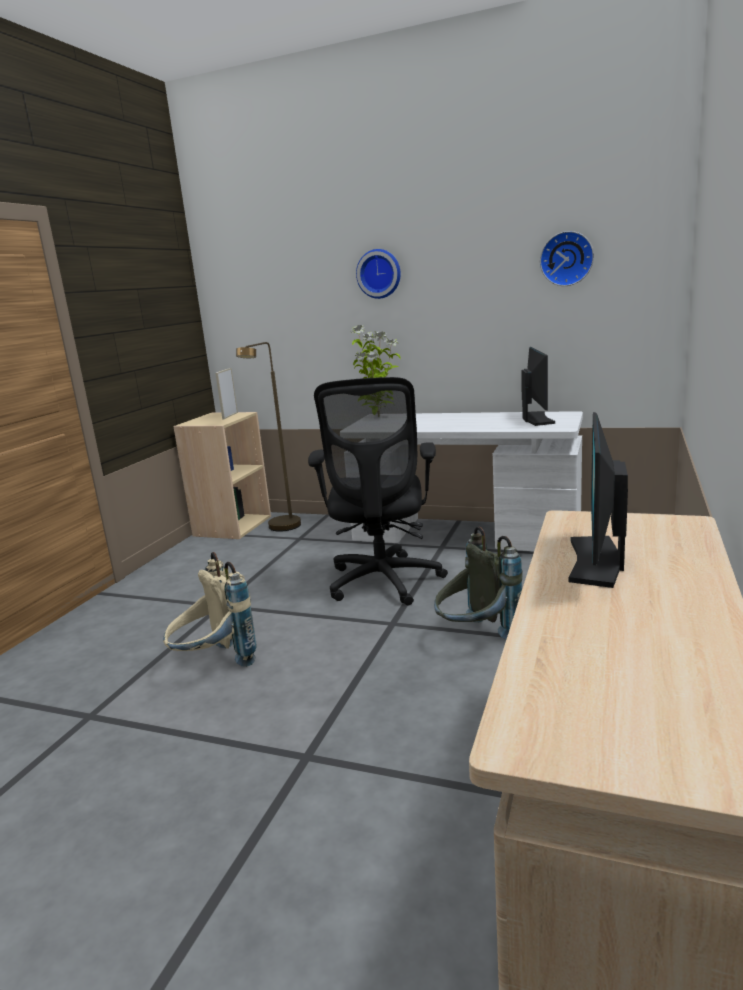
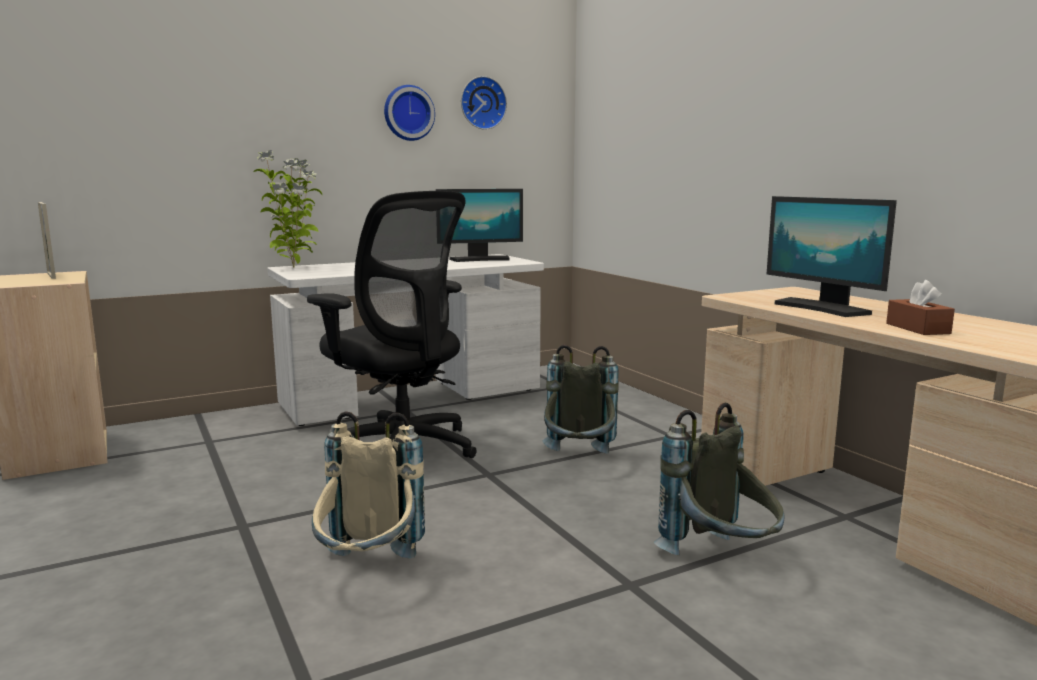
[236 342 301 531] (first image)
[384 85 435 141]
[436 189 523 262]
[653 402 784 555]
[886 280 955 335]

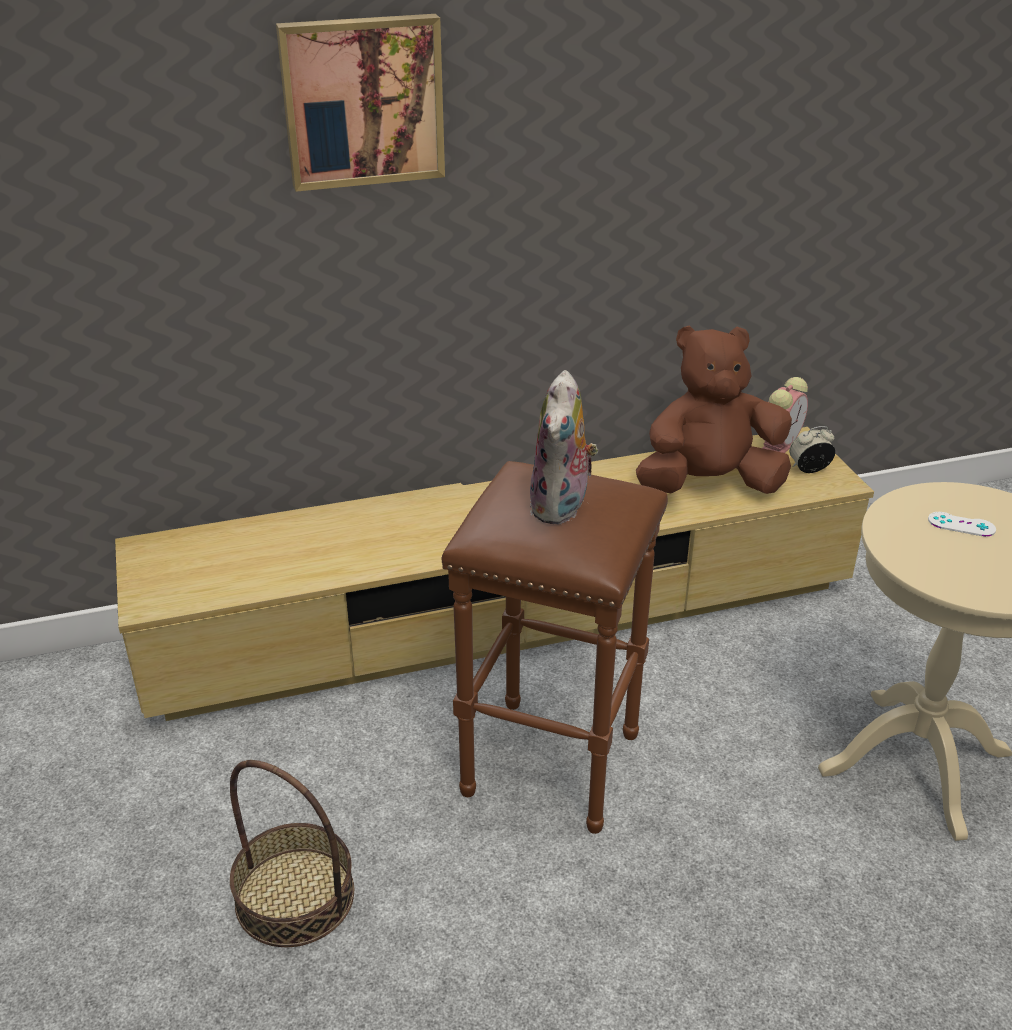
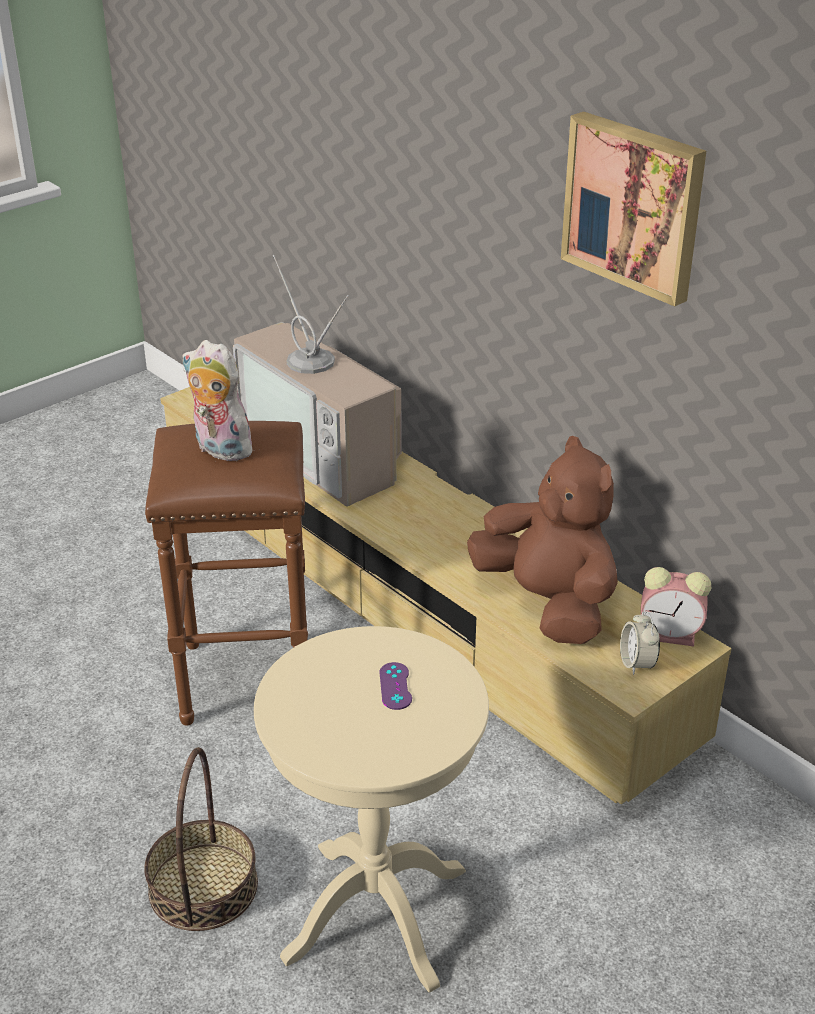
[144 747 258 931]
[561 112 706 306]
[182 340 257 461]
[620 611 660 675]
[379 662 412 710]
[233 255 401 506]

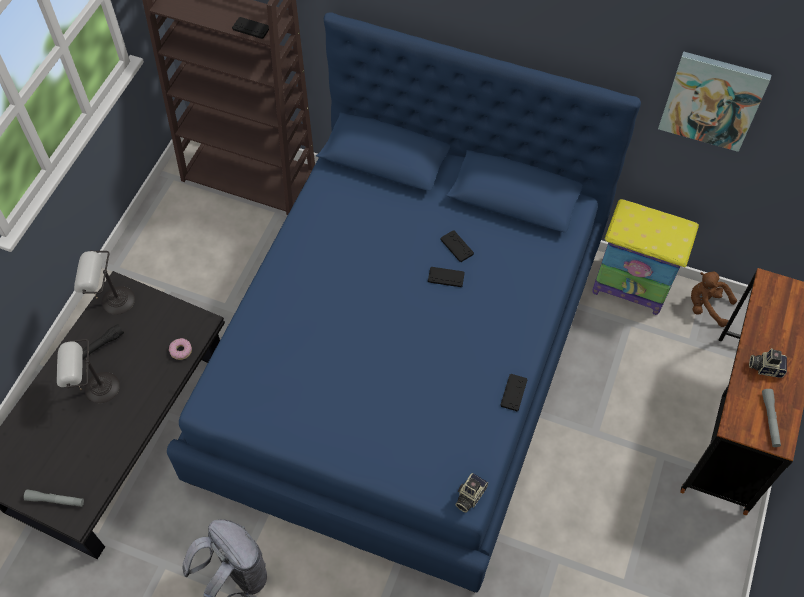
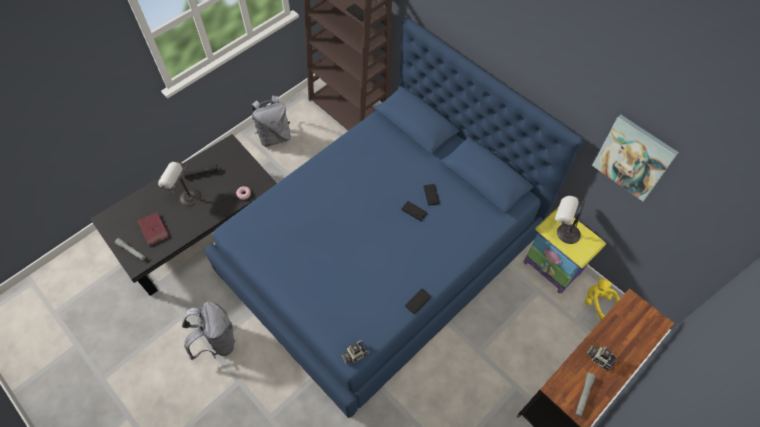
[555 196 585 244]
[585 277 619 320]
[138 212 169 246]
[252 96 291 147]

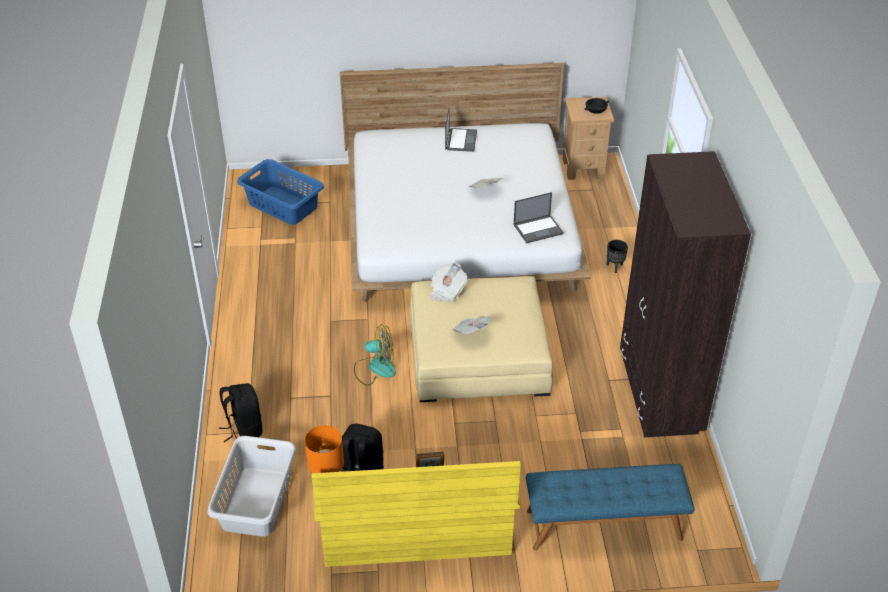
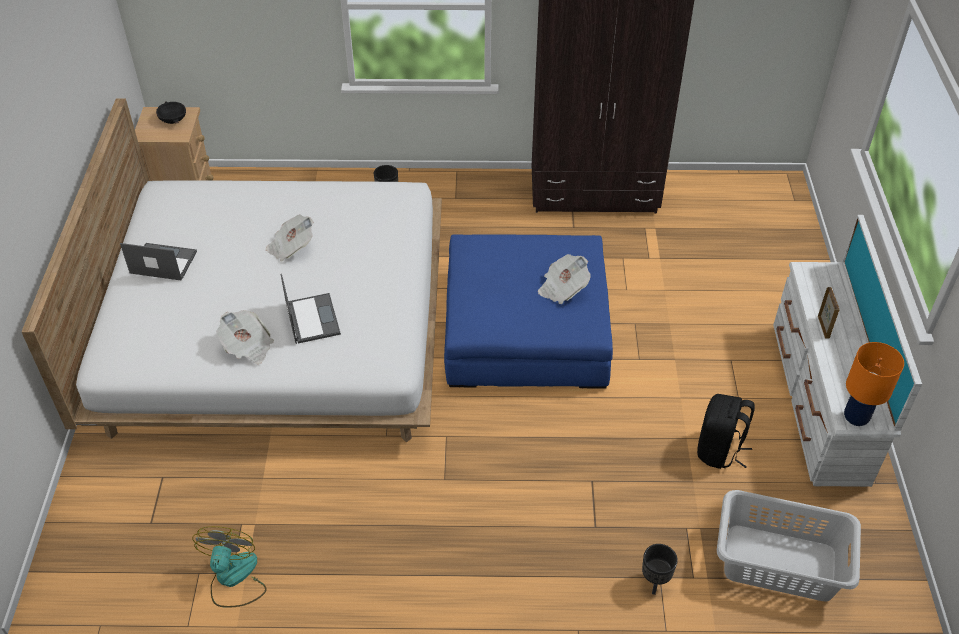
[642 544 678 595]
[237 159 324 225] (first image)
[773 215 922 487]
[192 526 267 608]
[444 234 613 389]
[216 310 274 364]
[281 274 341 344]
[526 464 695 550] (first image)

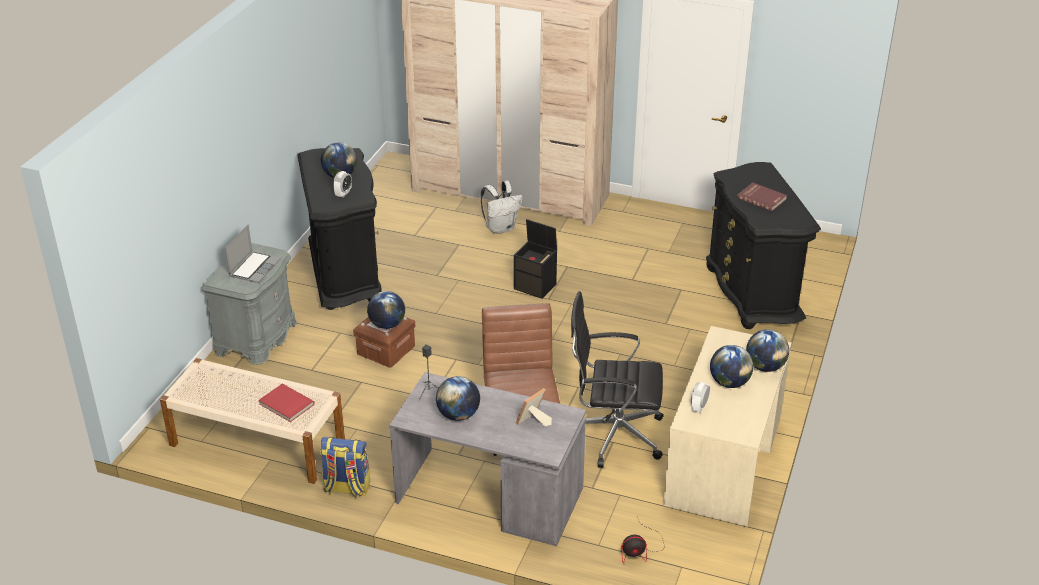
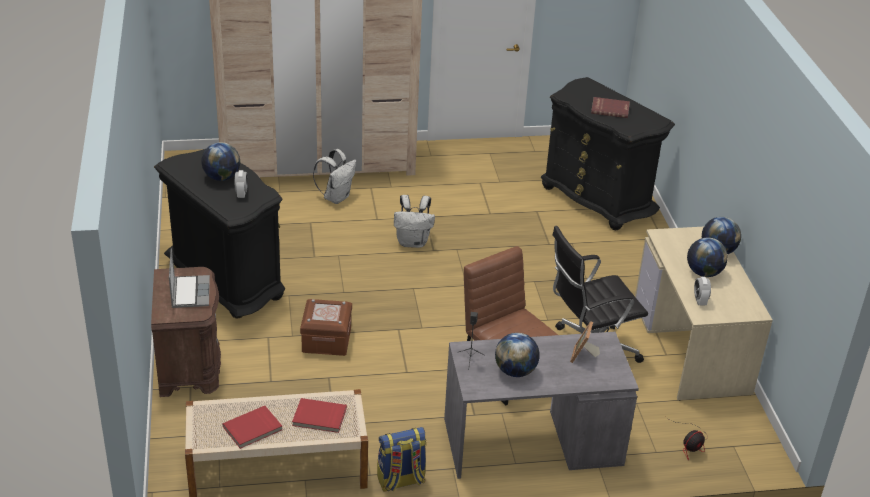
[151 267 221 397]
[367 291 405 329] (first image)
[394 195 435 248]
[222 406 282 449]

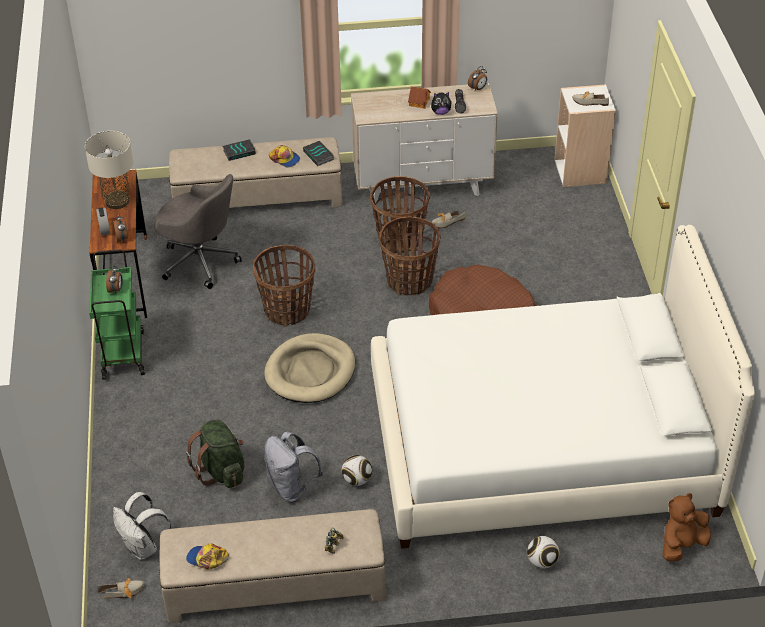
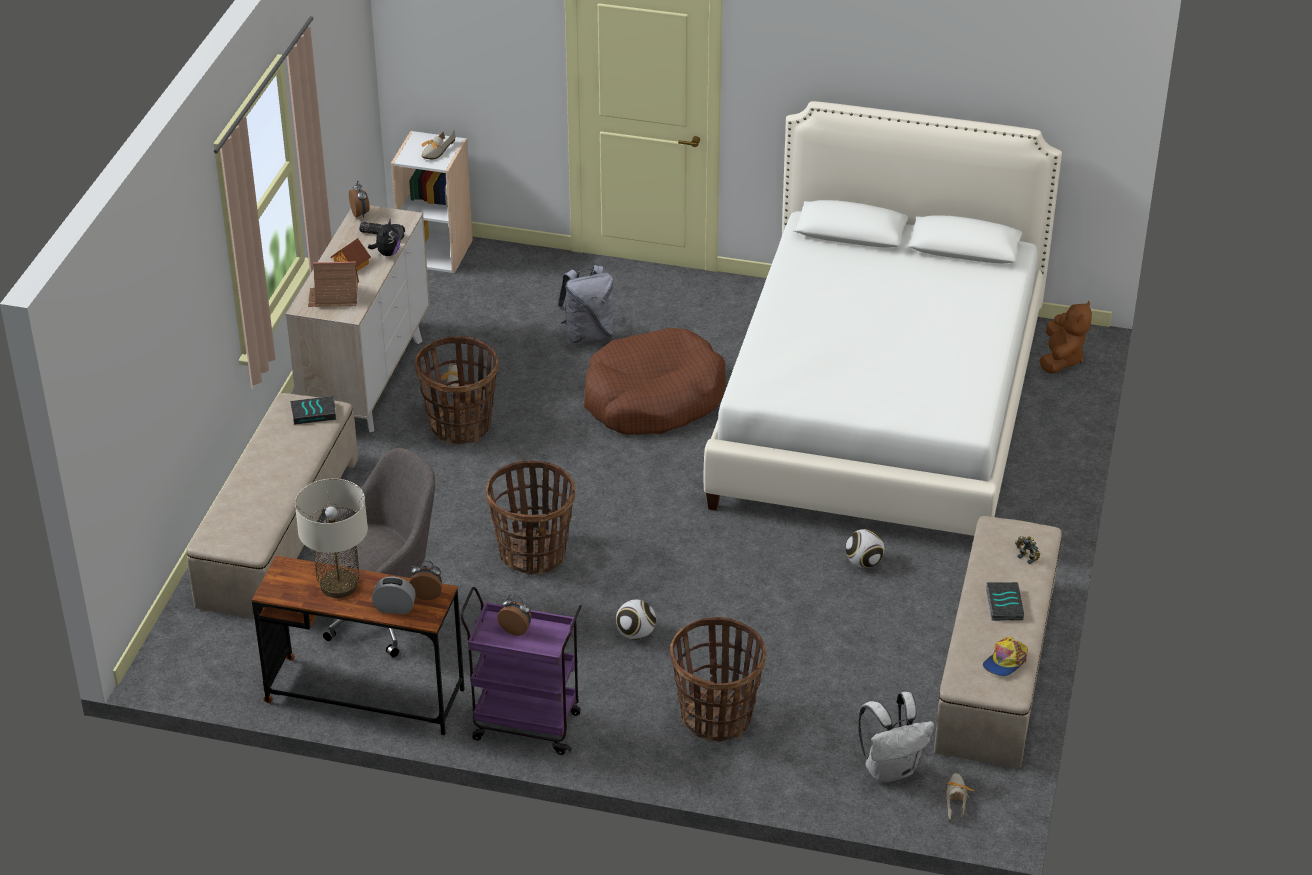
[461 587 582 755]
[186 420 244 488] (first image)
[986 582 1024 621]
[264 333 355 403] (first image)
[557 265 614 343]
[269 145 300 168] (first image)
[670 617 766 742]
[616 599 656 640]
[1039 301 1092 374]
[308 261 359 307]

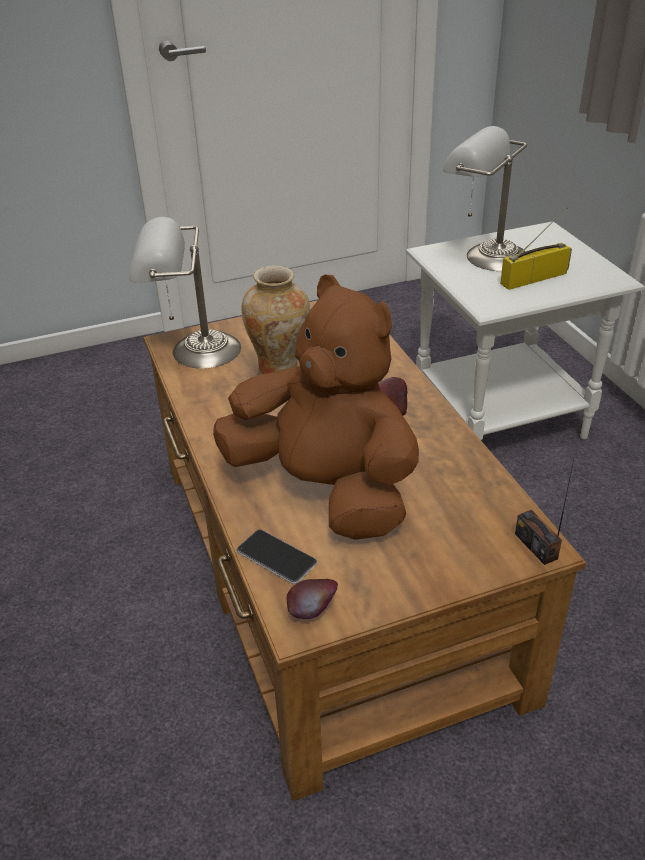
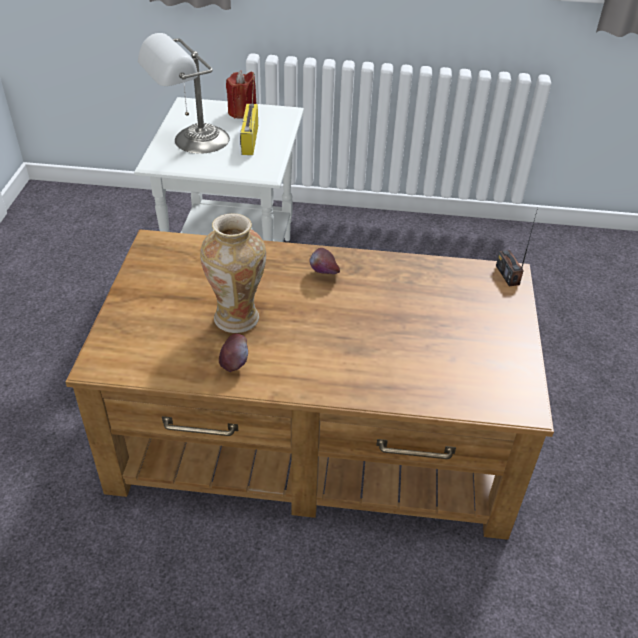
[129 217 241 369] (first image)
[213 275 419 540] (first image)
[237 530 317 584] (first image)
[219 334 248 372]
[496 208 538 286]
[226 71 257 119]

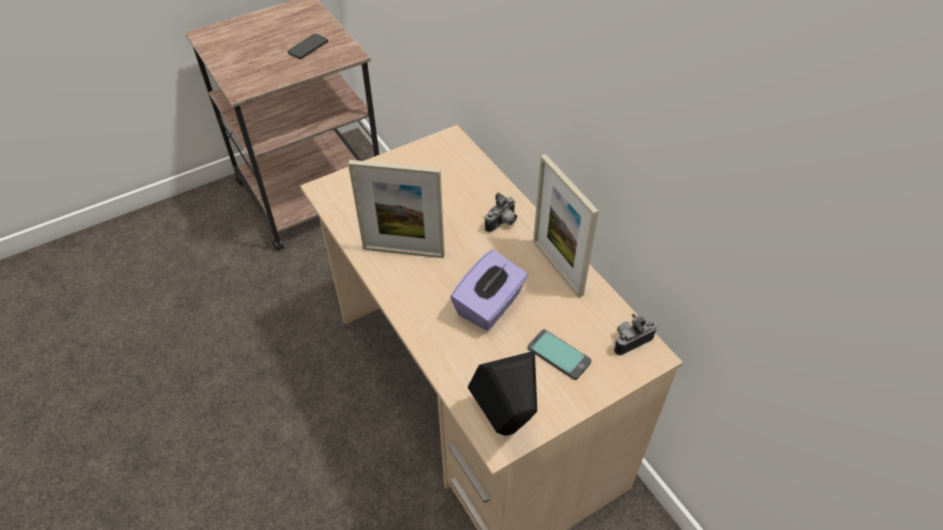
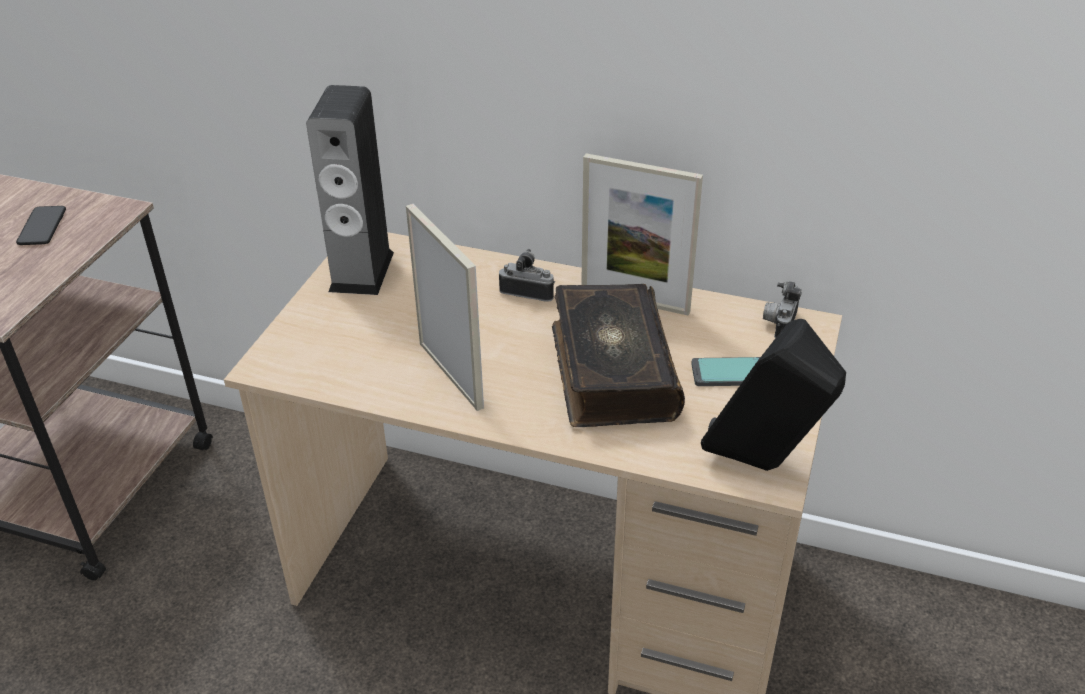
[406 204 484 411]
[552 284 685 427]
[499 249 555 302]
[306 85 394 295]

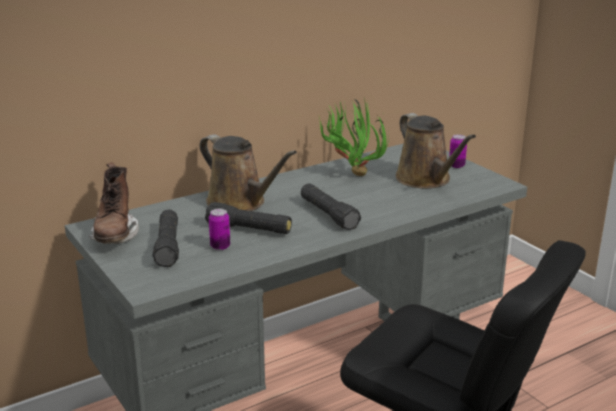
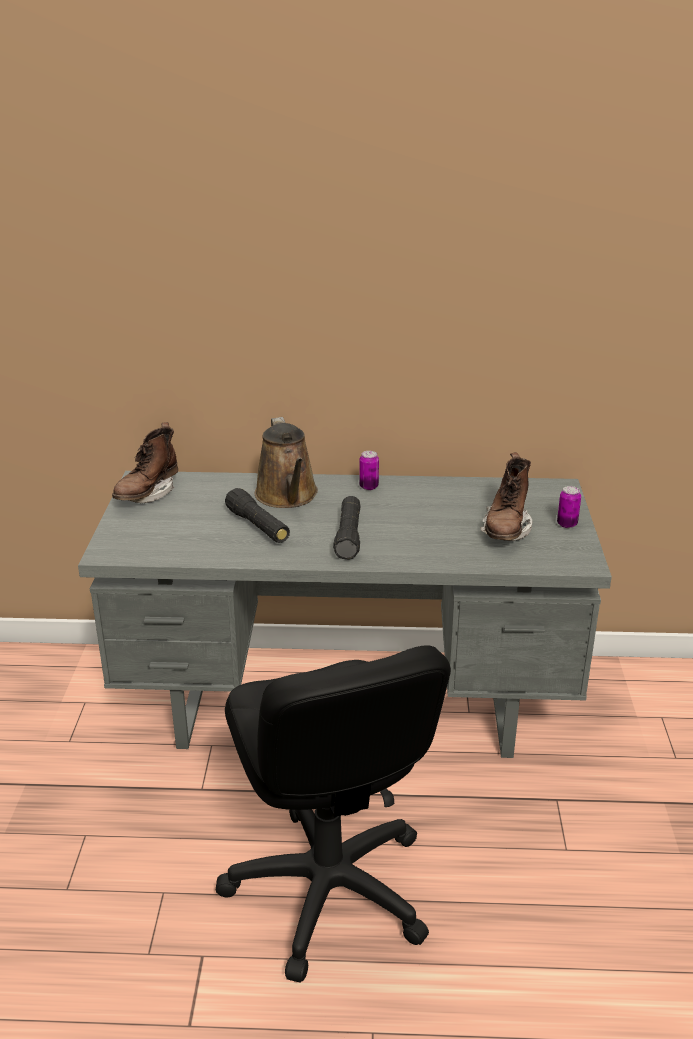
[152 209 179 267] (first image)
[359 451 379 490]
[319 99 389 176] (first image)
[480 452 532 541]

